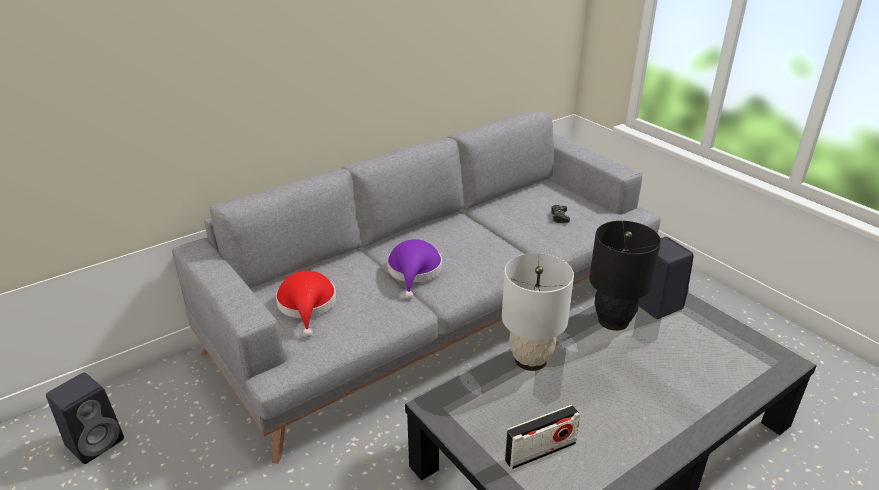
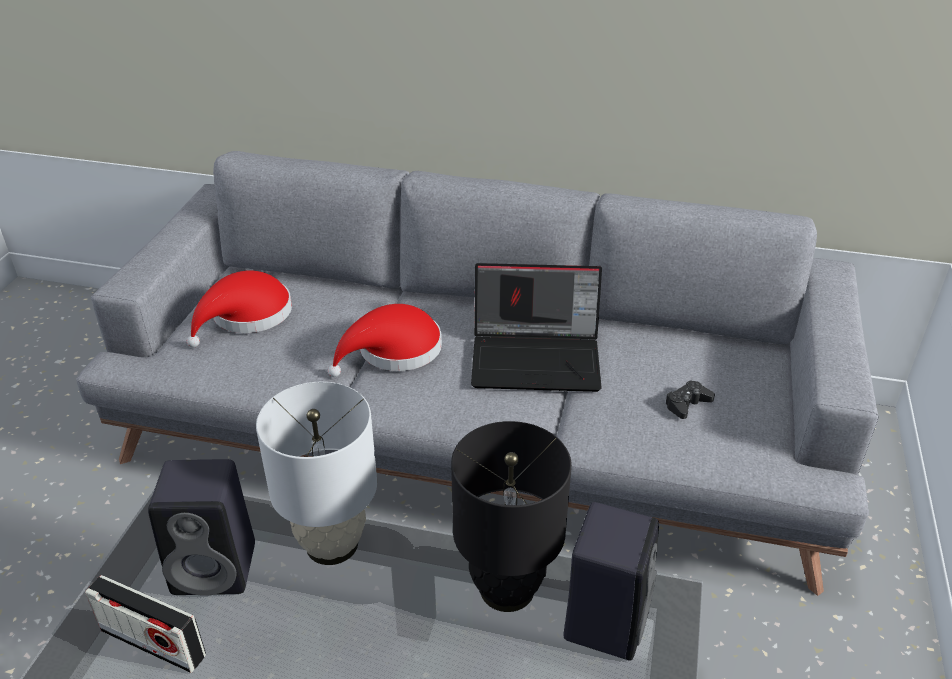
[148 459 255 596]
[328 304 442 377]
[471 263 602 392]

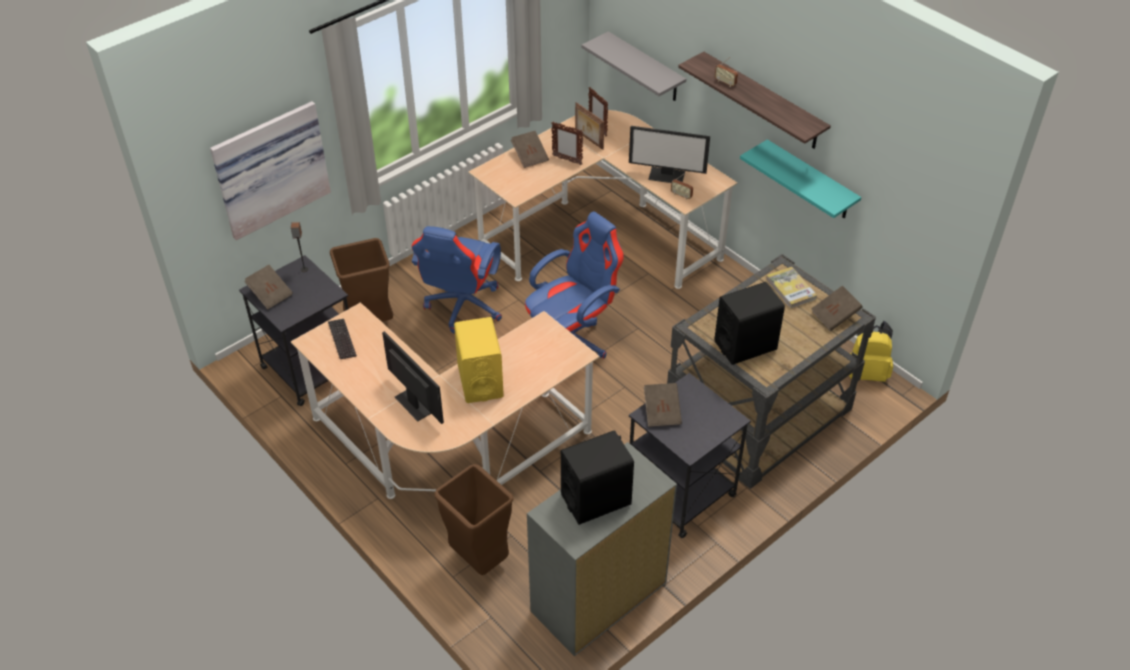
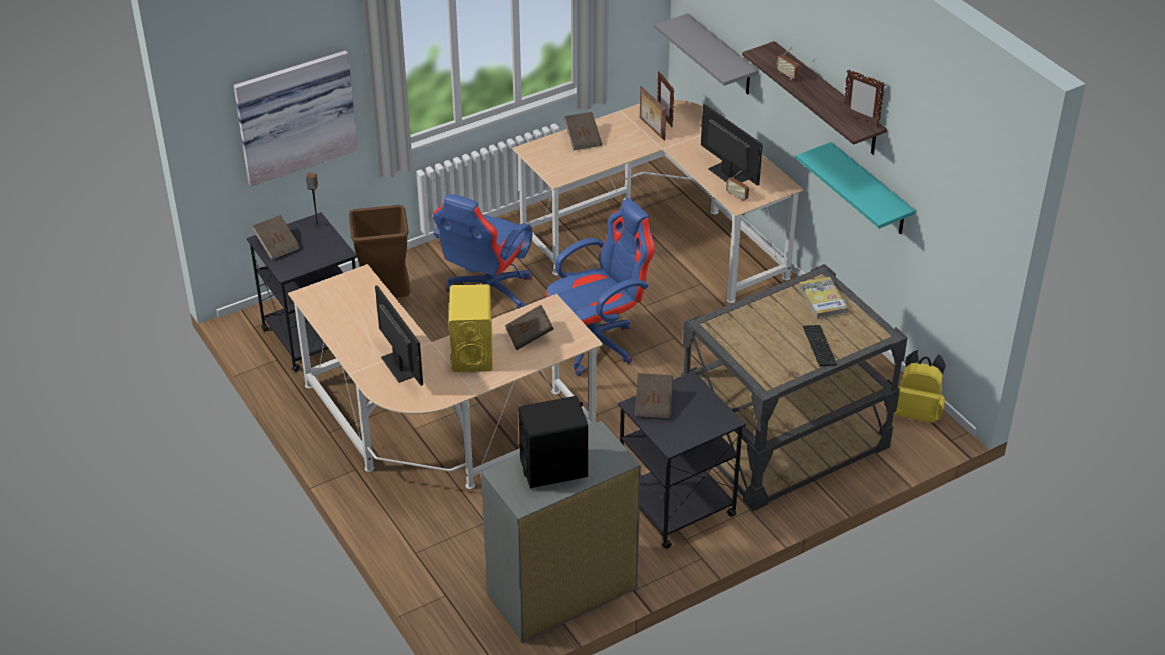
[803 325 837 366]
[434 464 514 575] (first image)
[843 69 885 127]
[701 104 763 186]
[714 282 785 365] (first image)
[505 305 554 350]

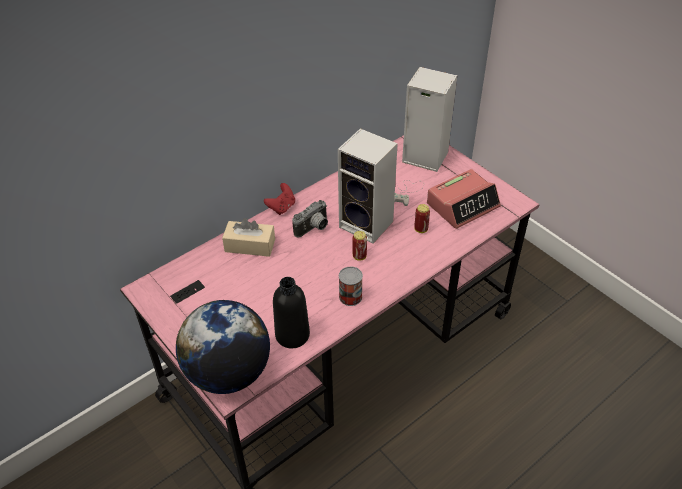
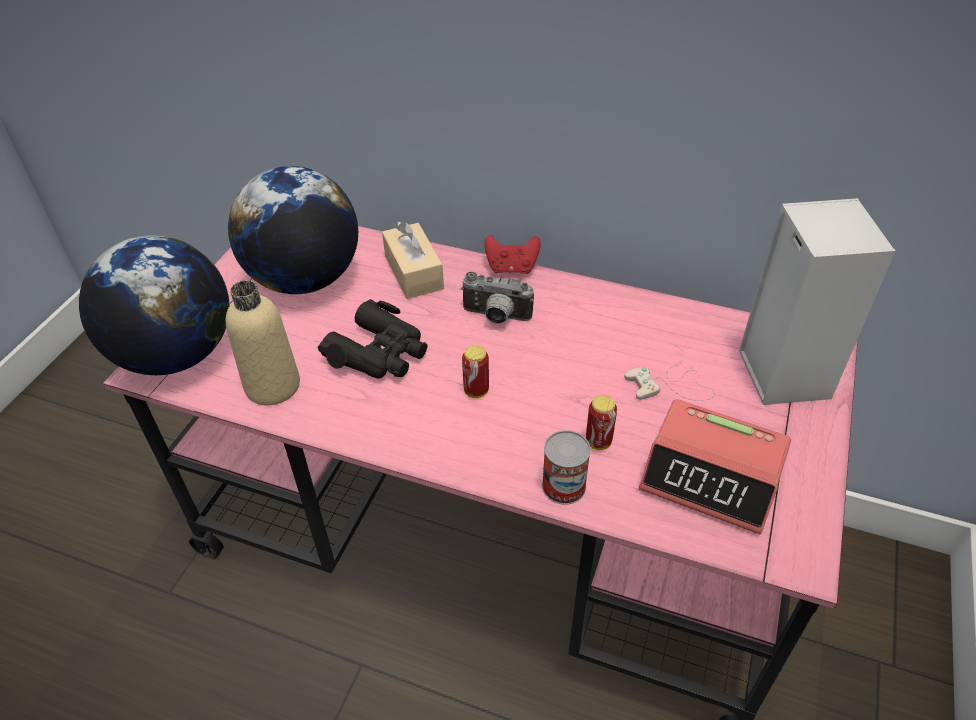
[226 280 300 406]
[338 128 398 243] (first image)
[542 430 591 505]
[228 166 358 294]
[318 299 427 379]

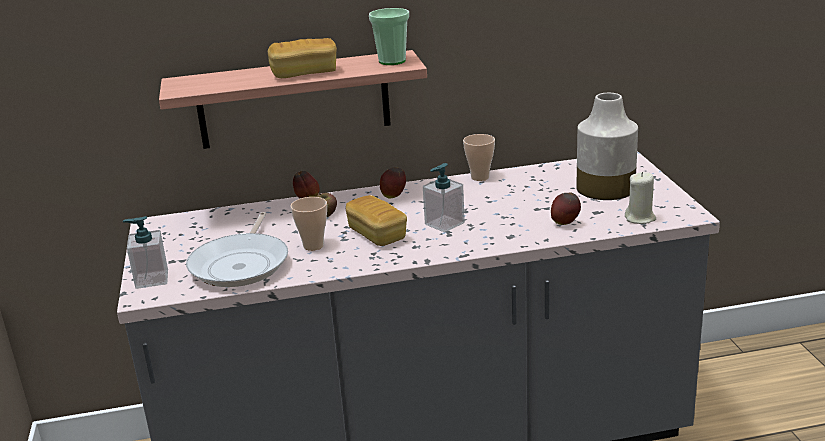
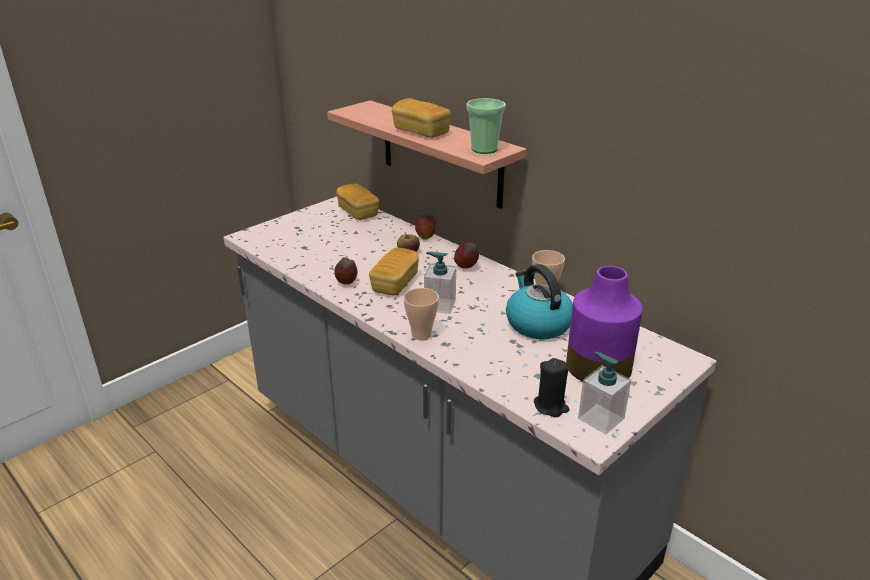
[578 352 631 434]
[186 212 288 287] (first image)
[403 288 439 340]
[334 257 358 284]
[566 266 643 382]
[534 358 569 417]
[336 184 379 220]
[506 264 573 339]

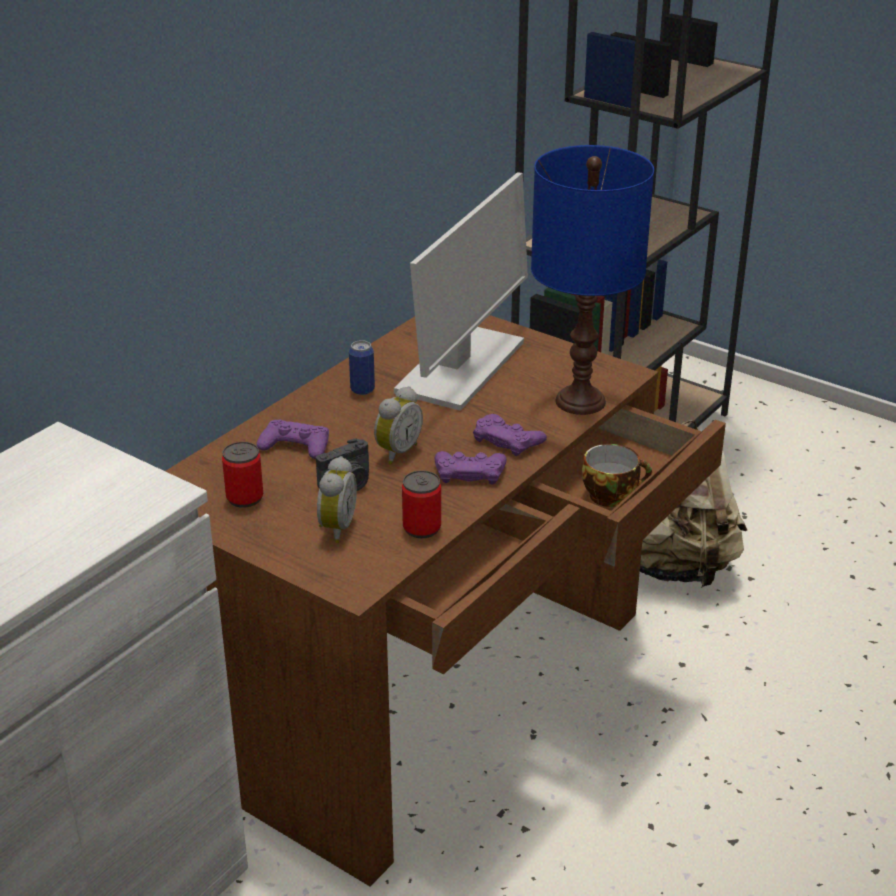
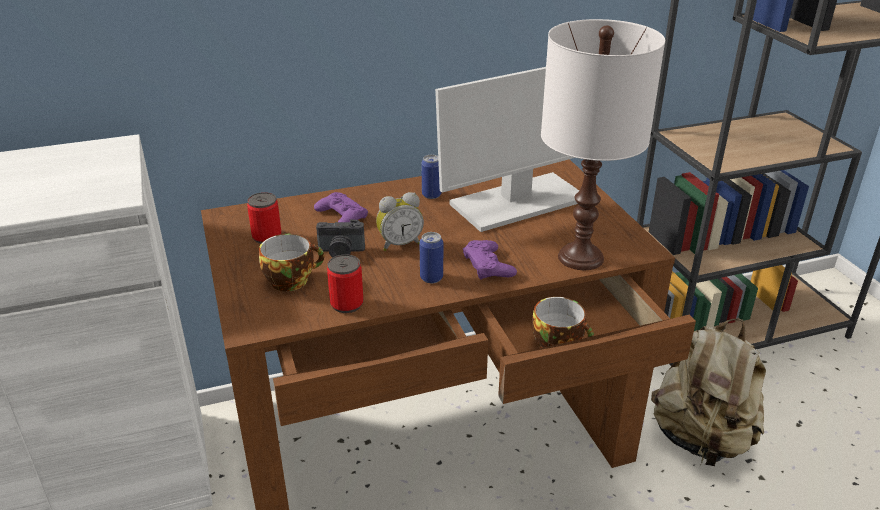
[259 234 324 291]
[419 232 443 283]
[541 19 665 270]

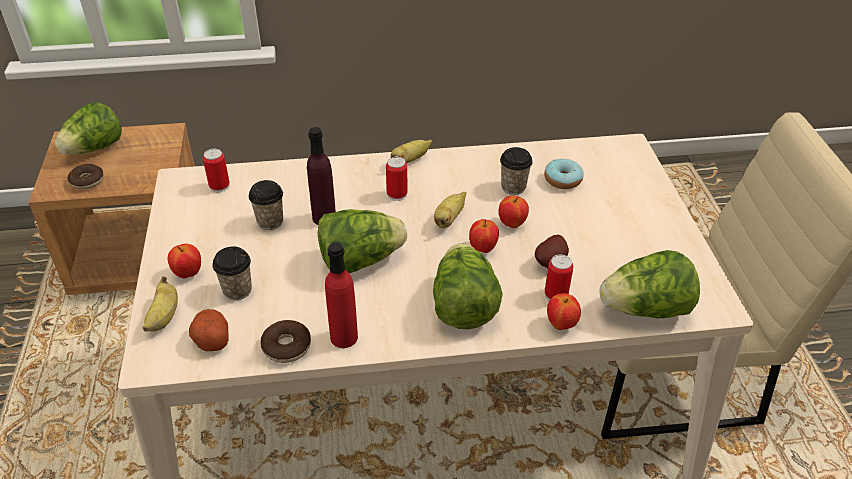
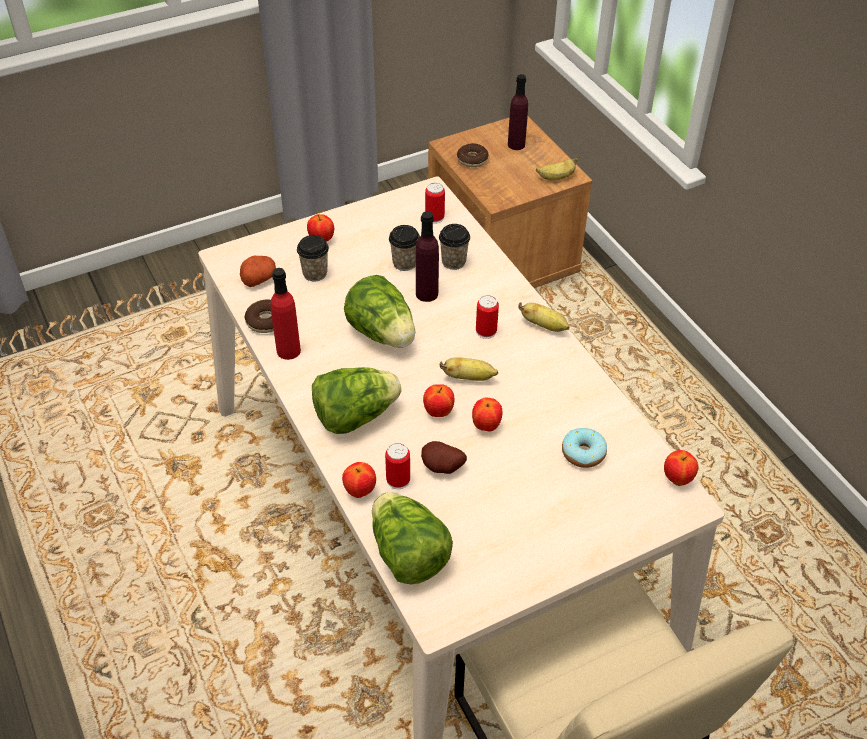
[508 74 528 150]
[536 158 578 181]
[439 224 470 270]
[664 450 699 486]

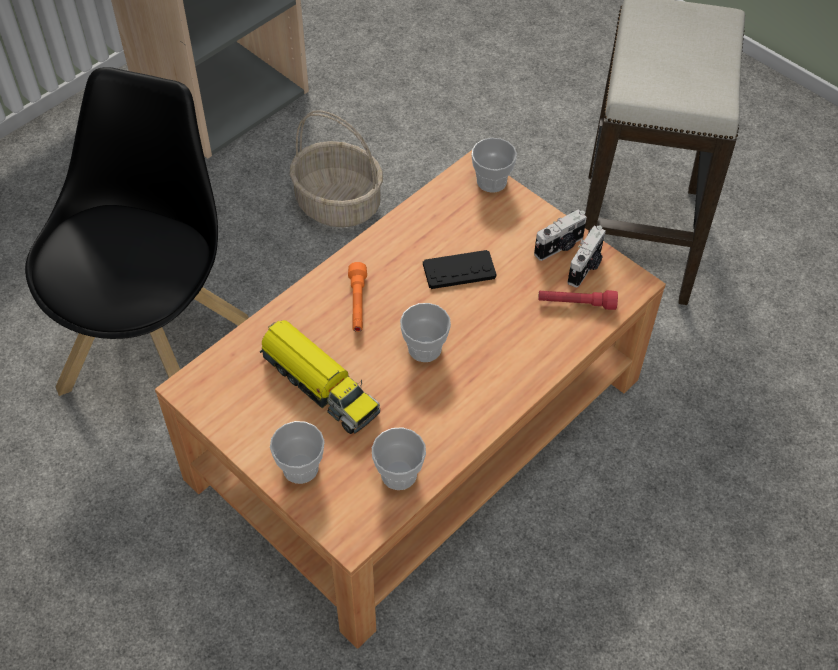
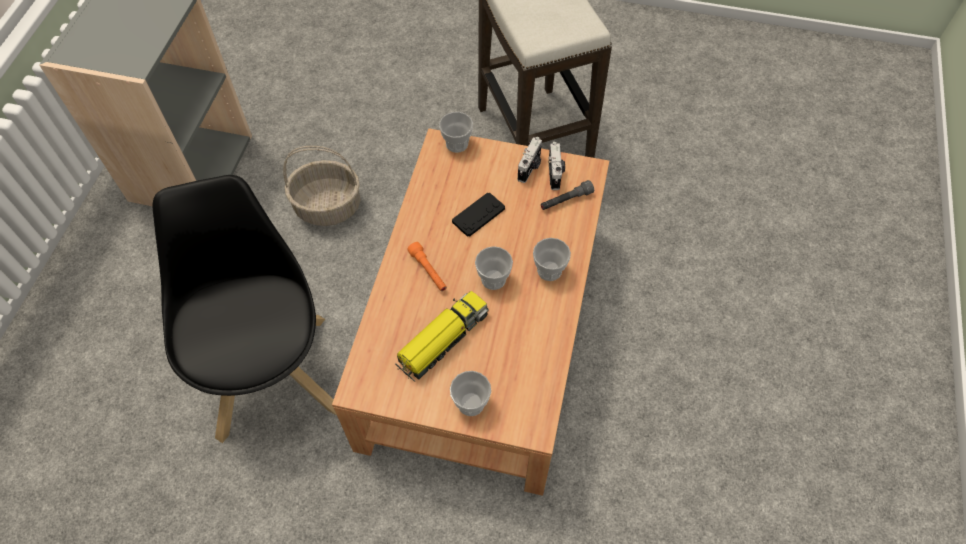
[395 291 488 382]
[533 238 571 281]
[541 180 594 210]

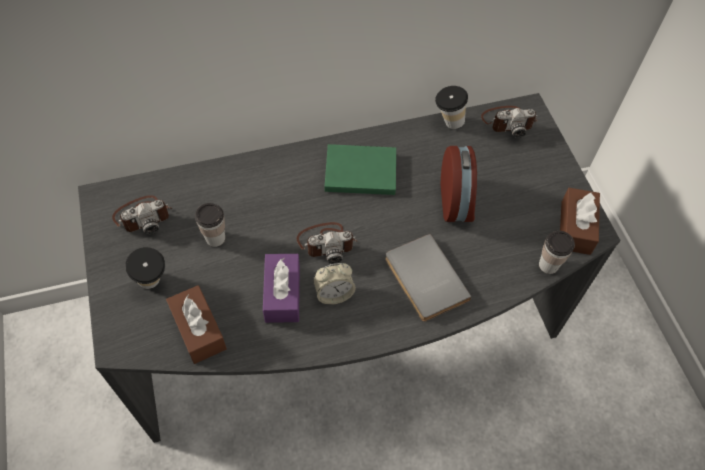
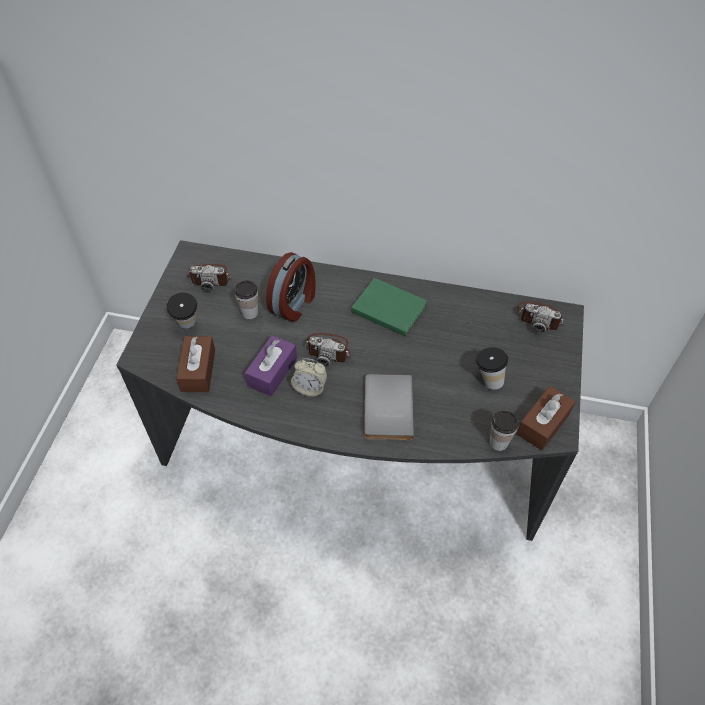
[476 347 508 390]
[266 252 316 321]

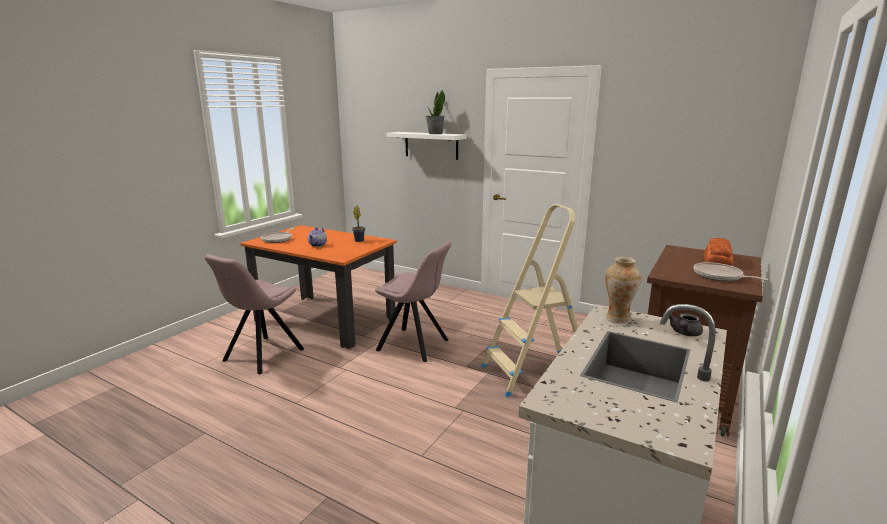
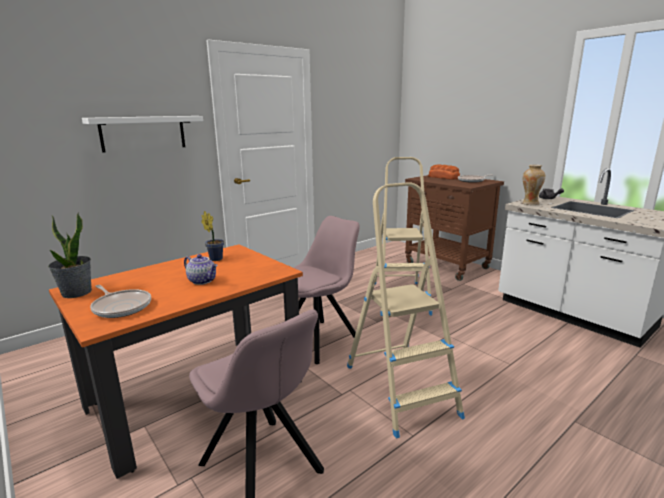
[48 213 92 298]
[347 182 465 438]

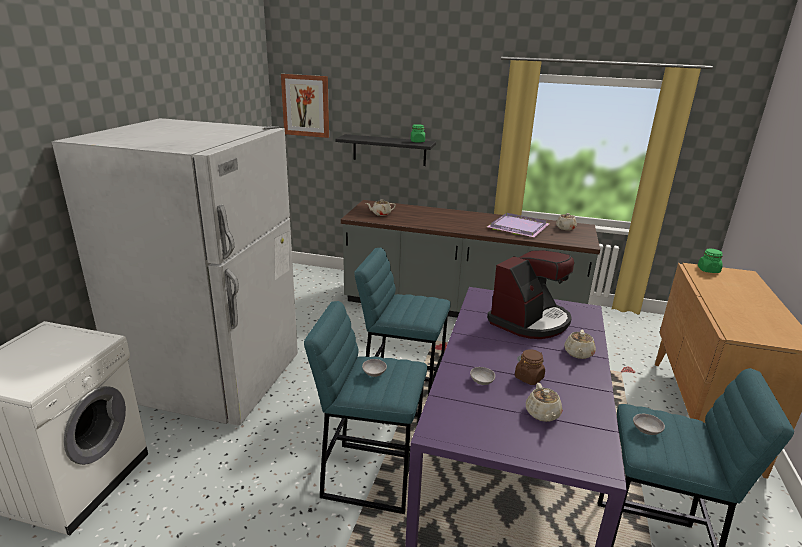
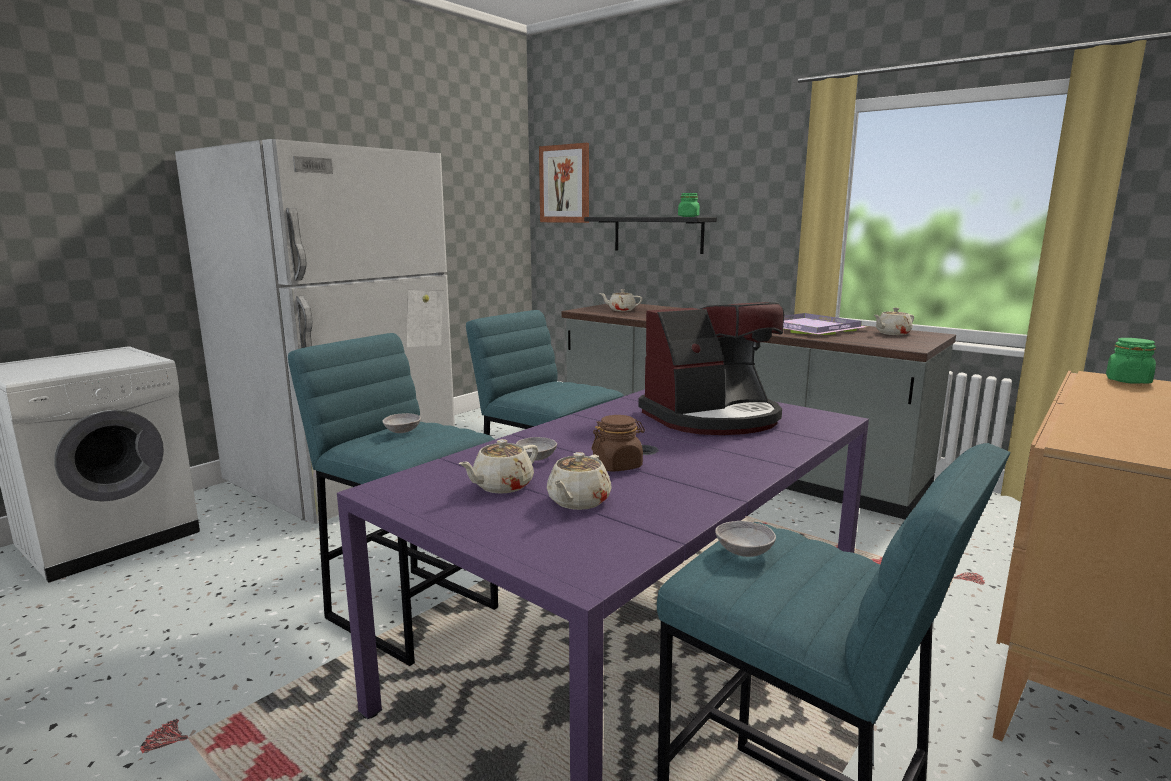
[459 439 538 494]

